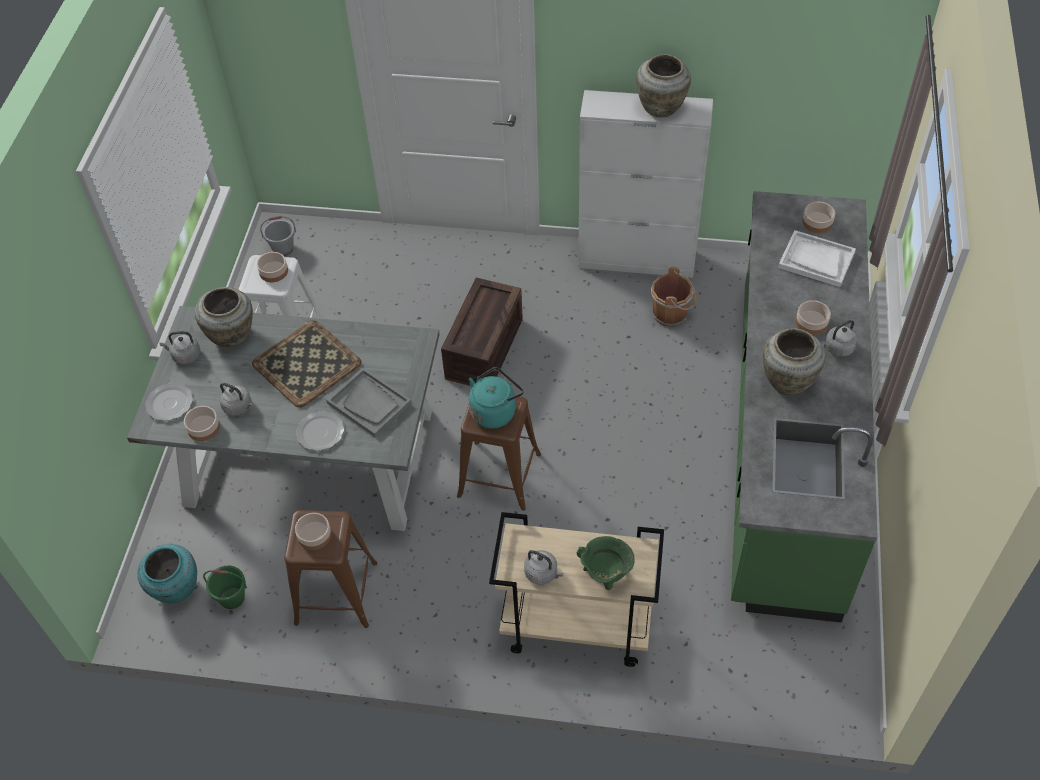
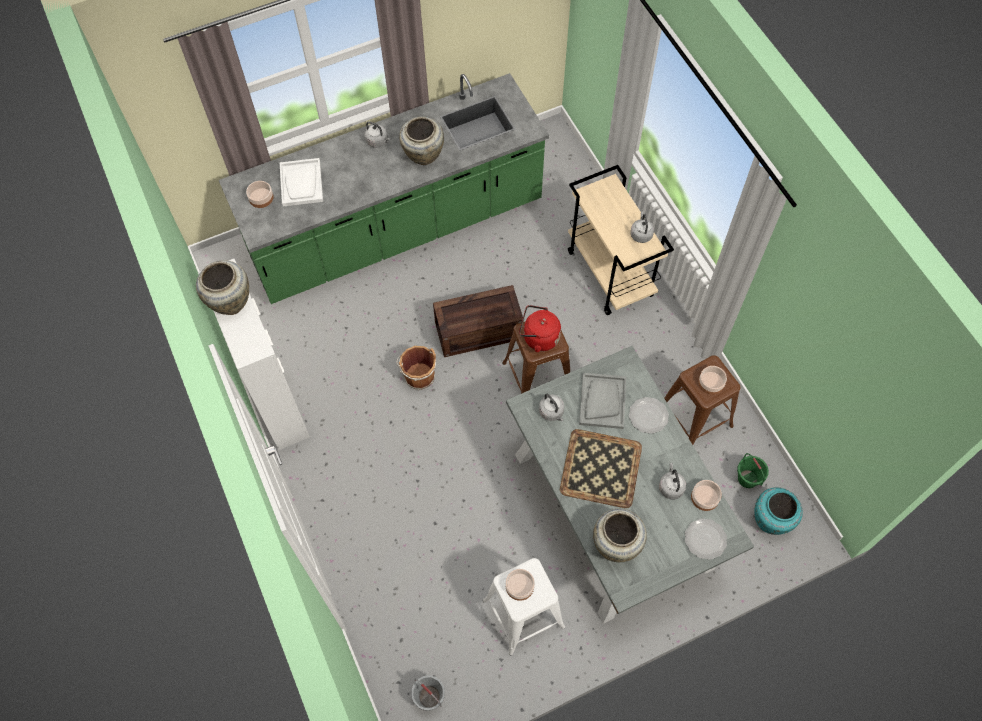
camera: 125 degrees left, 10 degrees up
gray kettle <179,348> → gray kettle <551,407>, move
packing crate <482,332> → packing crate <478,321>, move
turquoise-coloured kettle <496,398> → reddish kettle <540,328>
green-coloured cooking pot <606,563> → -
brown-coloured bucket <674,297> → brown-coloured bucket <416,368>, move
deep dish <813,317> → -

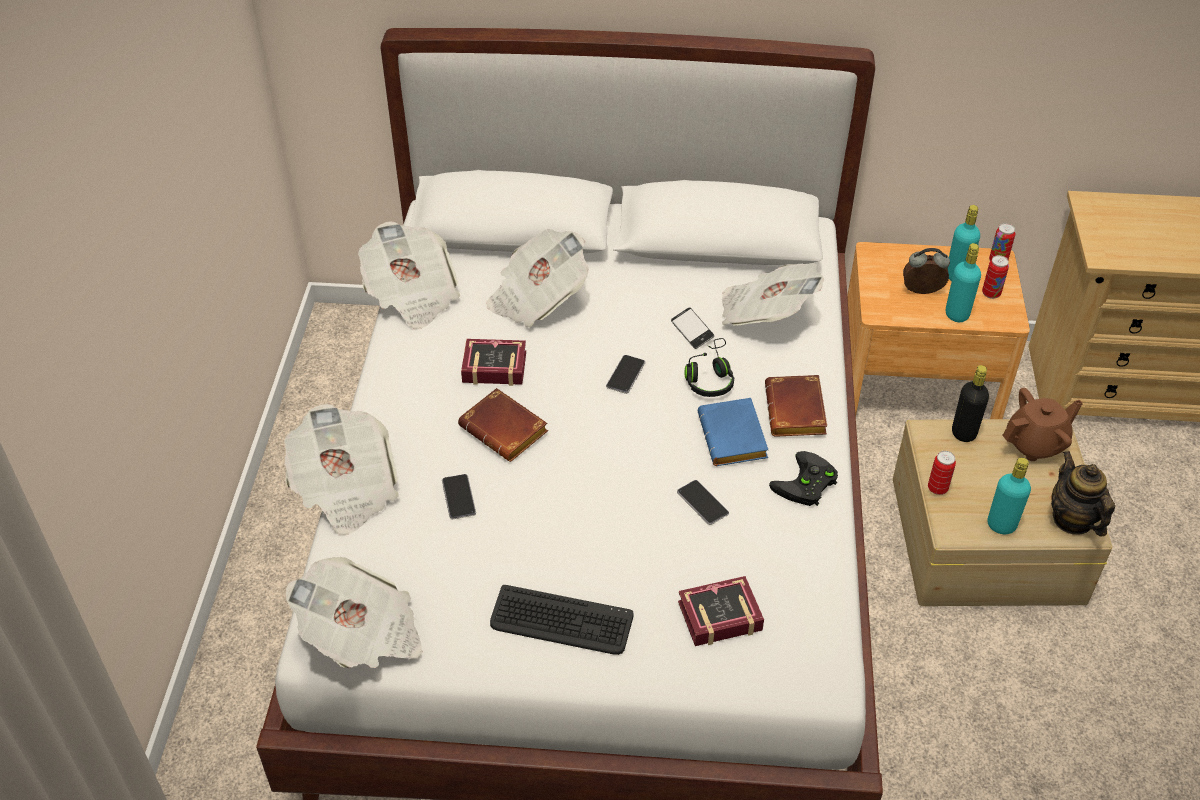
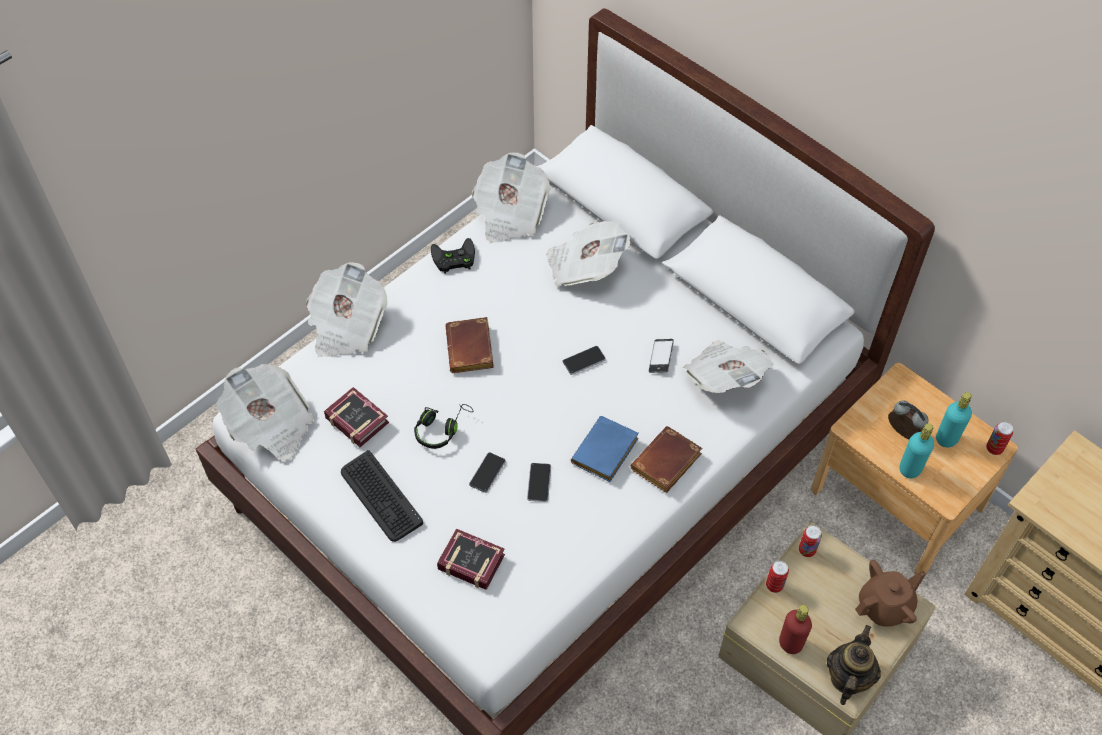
camera: 40 degrees right, 10 degrees up
telephone <459,496> → telephone <487,472>, move
bound book <493,362> → bound book <356,417>, move
blackish headphones <710,367> → blackish headphones <443,426>, move
blackish game controller <803,478> → blackish game controller <453,256>, move
blackish bottle <970,403> → -
sealed can <995,277> → sealed can <810,541>, move
turquoise-coloured bottle <1009,496> → reddish bottle <795,629>
brown-coloured pot for tea <1043,424> → brown-coloured pot for tea <890,593>, 45 degrees counterclockwise

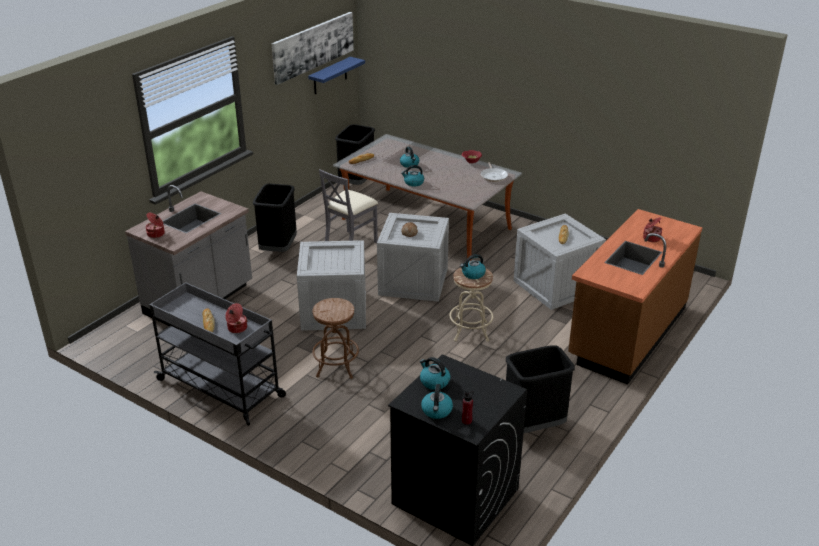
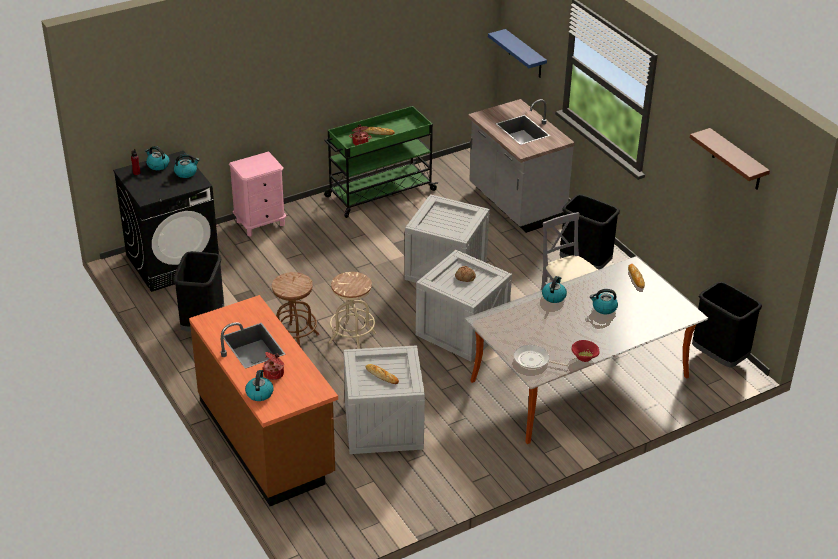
camera: 115 degrees right, 5 degrees up
cooking pot <155,225> → -
gray cart <218,354> → green-coloured cart <381,162>
wall art <313,48> → brown-coloured shelf <730,159>
blue-coloured shelf <336,75> → blue-coloured shelf <517,53>, move
brown-coloured stool <335,338> → brown-coloured stool <295,309>, move
kettle <473,266> → kettle <259,385>, move
- → pinkish bedside table <257,194>

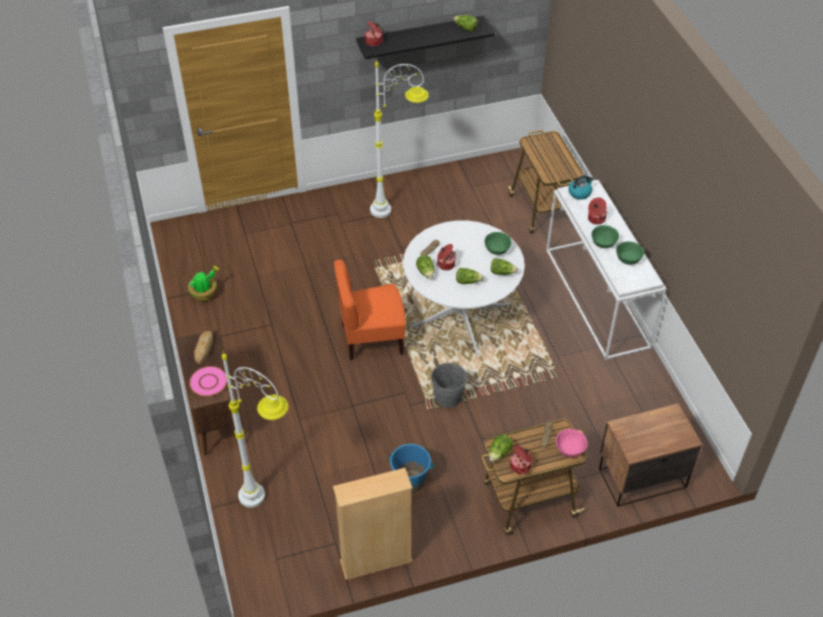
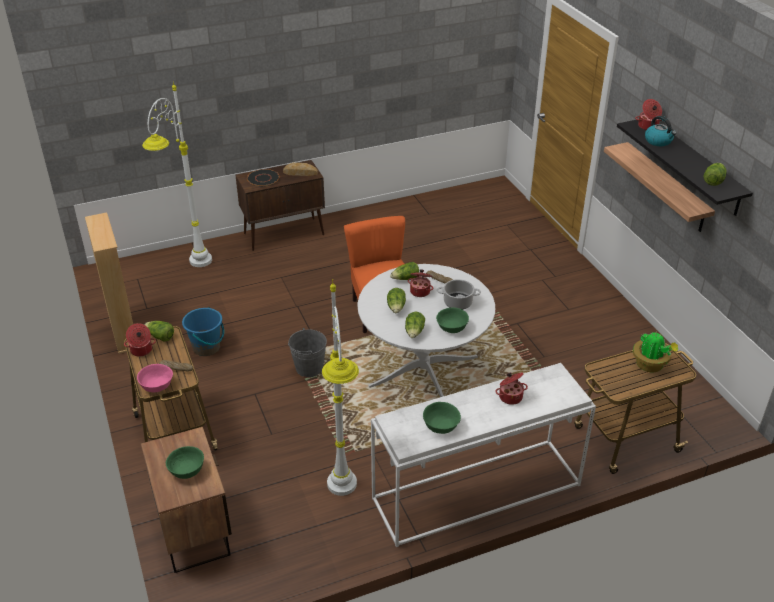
camera: 85 degrees right, 10 degrees down
potted plant <203,283> → potted plant <655,351>, move
pinkish plate <208,381> → blackish plate <263,177>
whitish standard lamp <399,138> → whitish standard lamp <340,387>, move
kettle <581,187> → kettle <660,131>, move
green-coloured deep dish <605,236> → green-coloured deep dish <185,462>, move
- → cooking pot <459,294>
- → shelf <659,187>

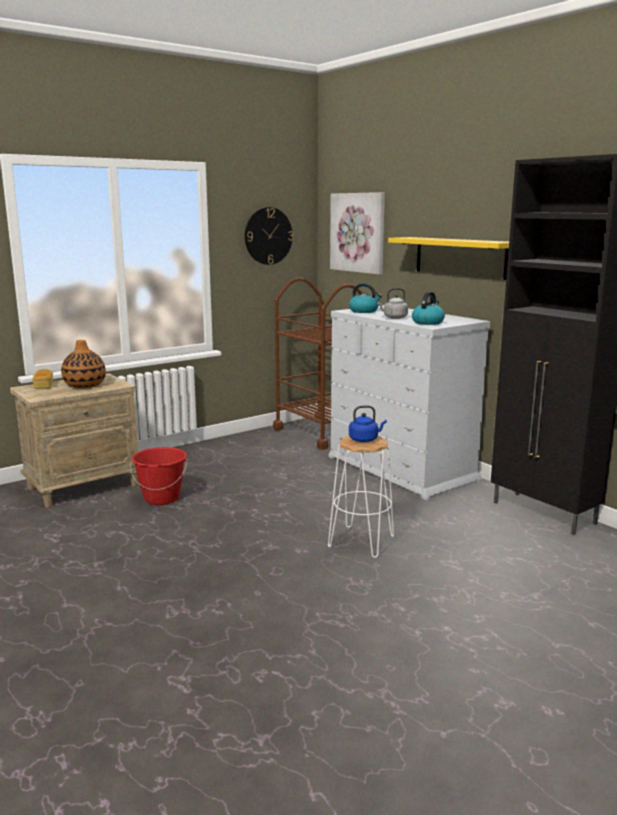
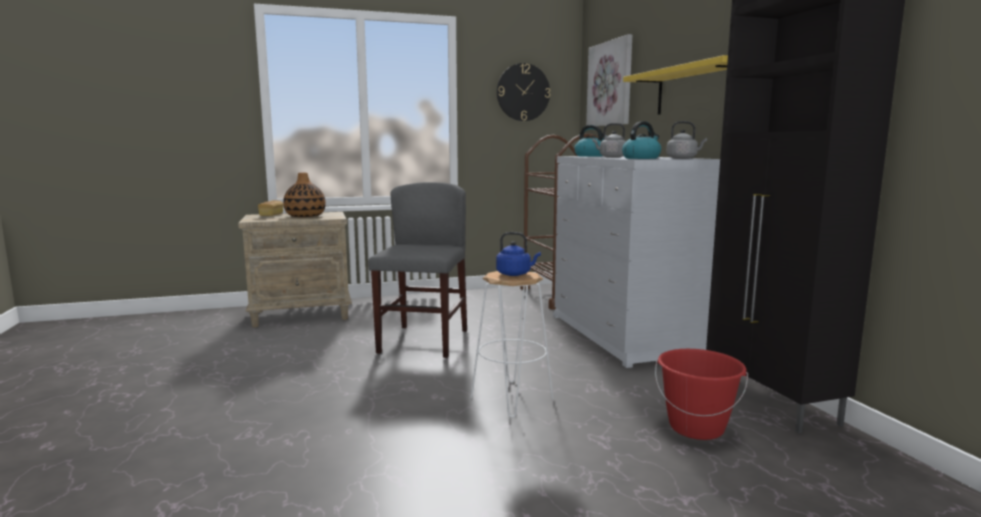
camera: 20 degrees right, 5 degrees down
reddish bucket <158,476> → reddish bucket <701,394>, move
- → gray chair <417,270>
- → gray kettle <686,140>

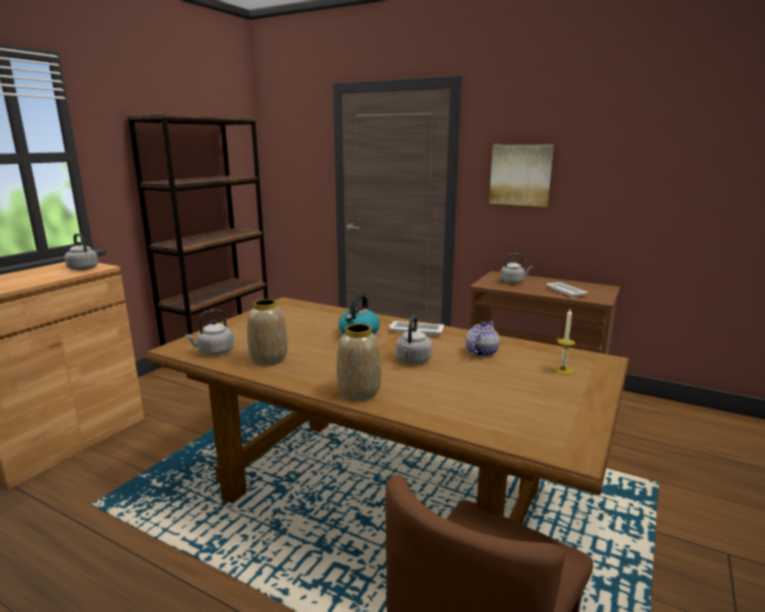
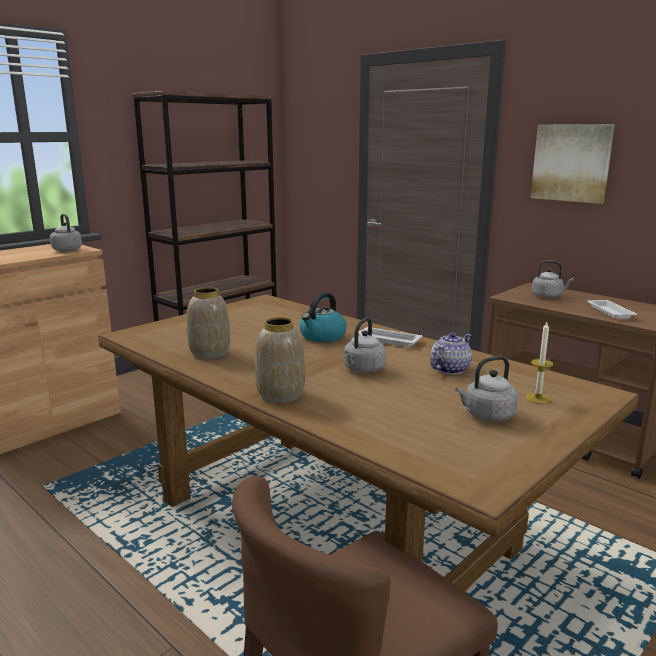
camera: 15 degrees right, 0 degrees up
gray kettle <209,332> → gray kettle <486,389>, move

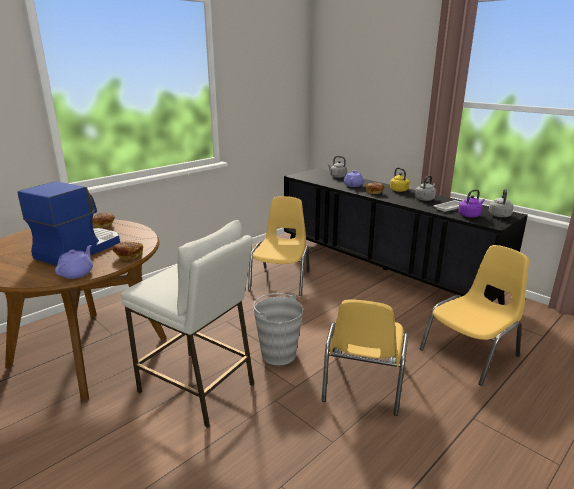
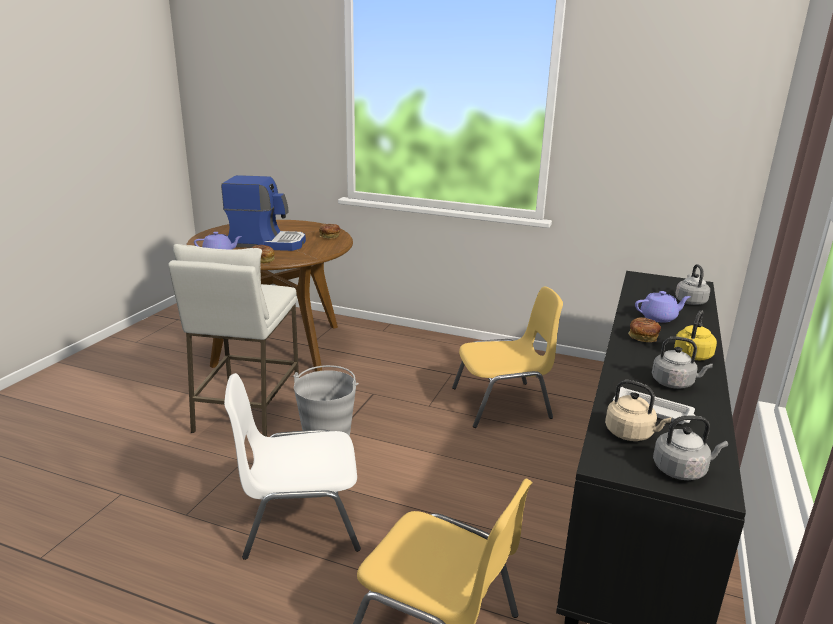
camera: 65 degrees right, 0 degrees up
yellowish chair <365,357> → whitish chair <292,466>
purple-coloured kettle <471,203> → beige kettle <638,410>

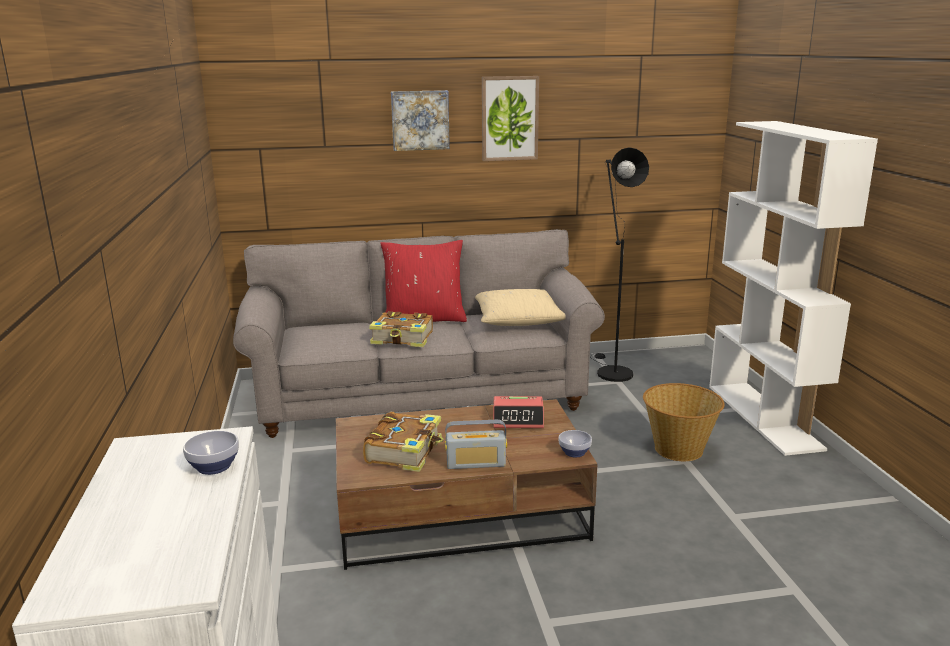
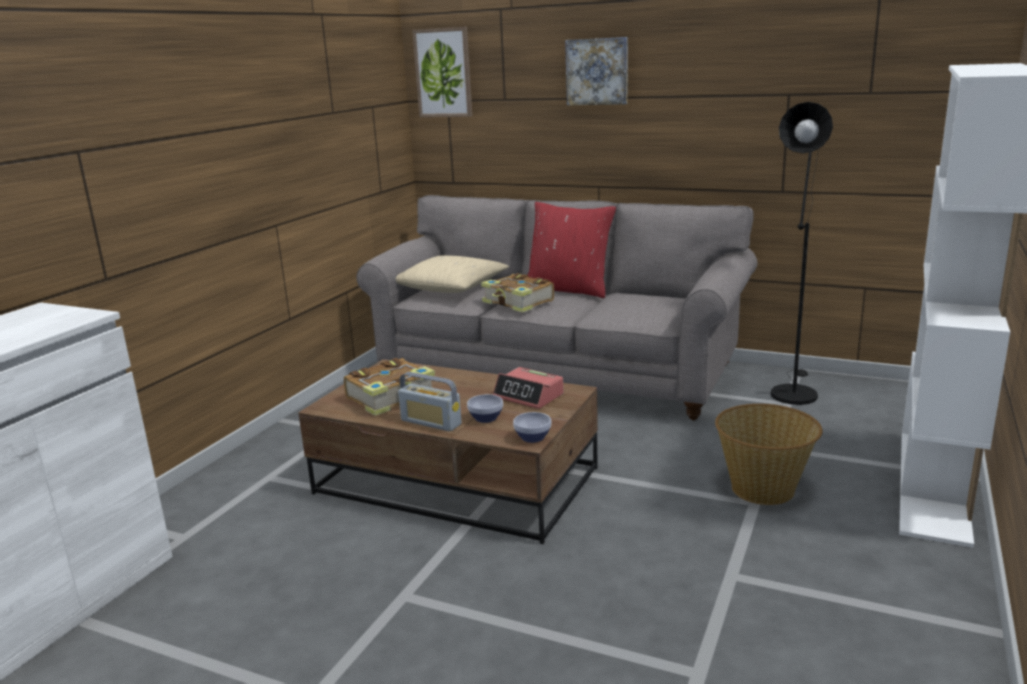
camera: 35 degrees right, 0 degrees up
deep dish <211,453> → deep dish <485,408>, move
beige throw pillow <520,307> → beige throw pillow <452,274>, move
wall art <510,118> → wall art <442,72>, move

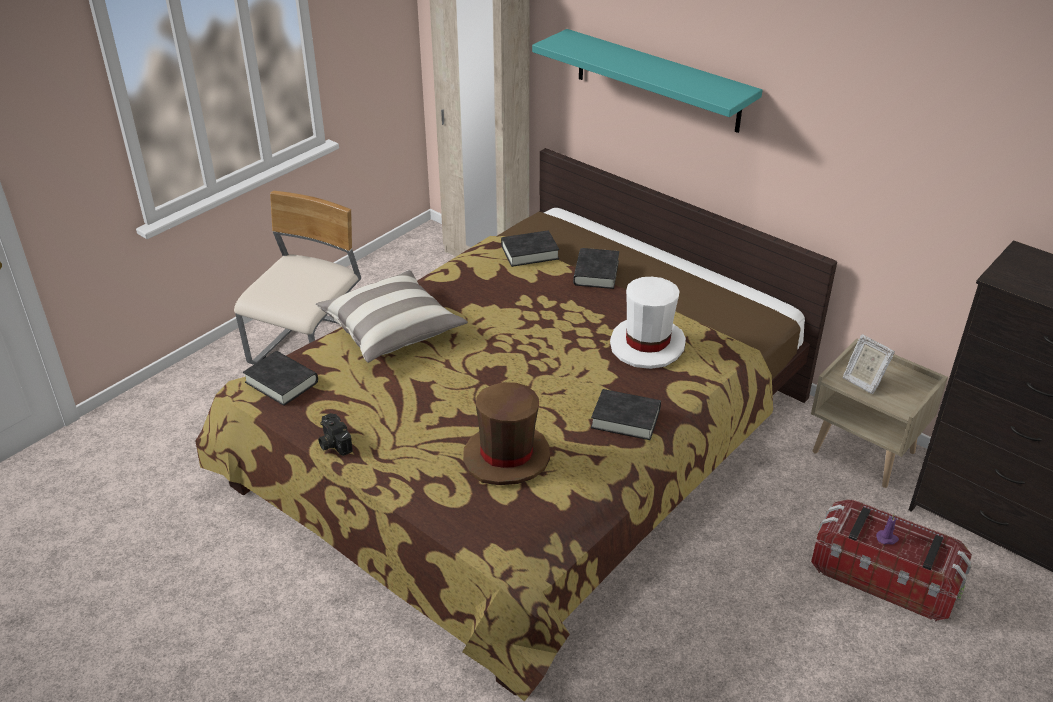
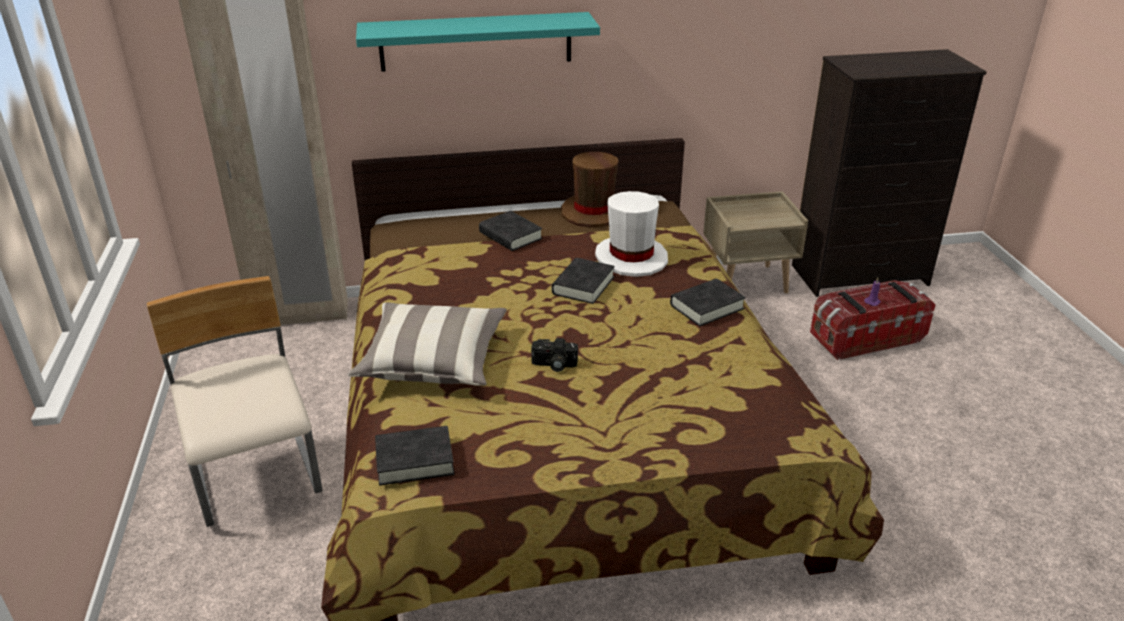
camera: 50 degrees left, 5 degrees down
photo camera <335,434> → photo camera <554,355>, move
brown-coloured wearable hat <506,433> → brown-coloured wearable hat <590,189>, move
blackish bound book <530,248> → blackish bound book <583,281>, move
photo frame <869,364> → -

